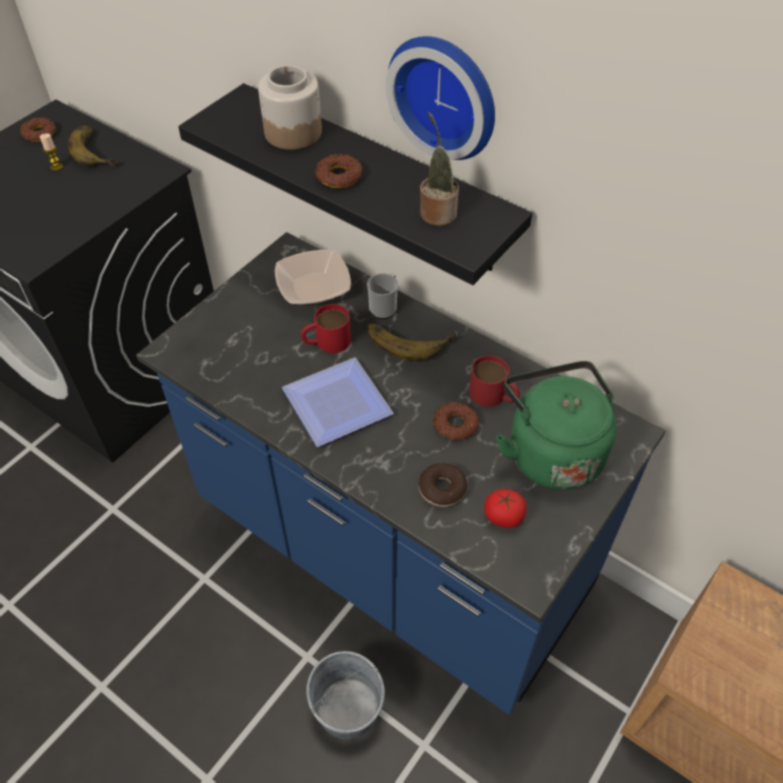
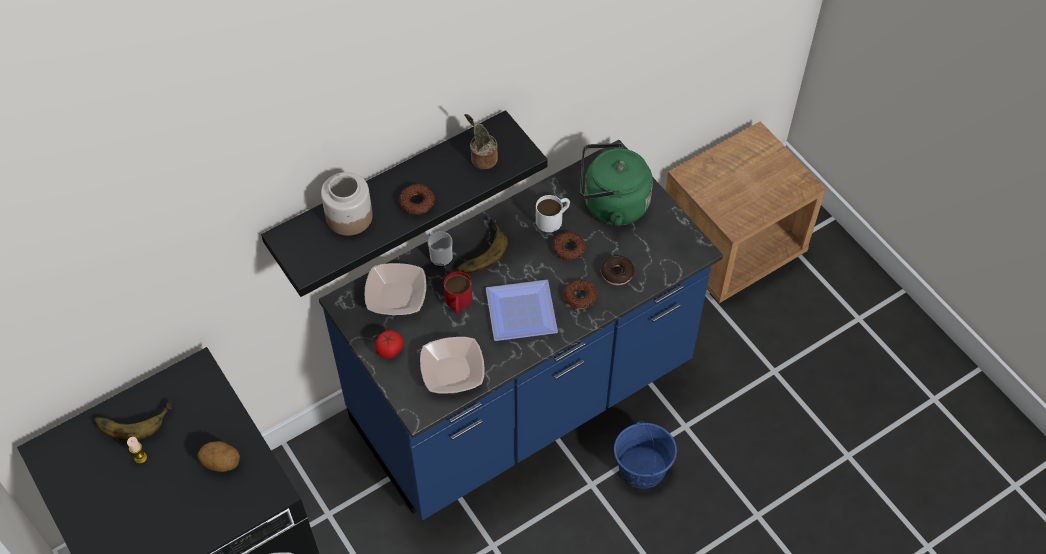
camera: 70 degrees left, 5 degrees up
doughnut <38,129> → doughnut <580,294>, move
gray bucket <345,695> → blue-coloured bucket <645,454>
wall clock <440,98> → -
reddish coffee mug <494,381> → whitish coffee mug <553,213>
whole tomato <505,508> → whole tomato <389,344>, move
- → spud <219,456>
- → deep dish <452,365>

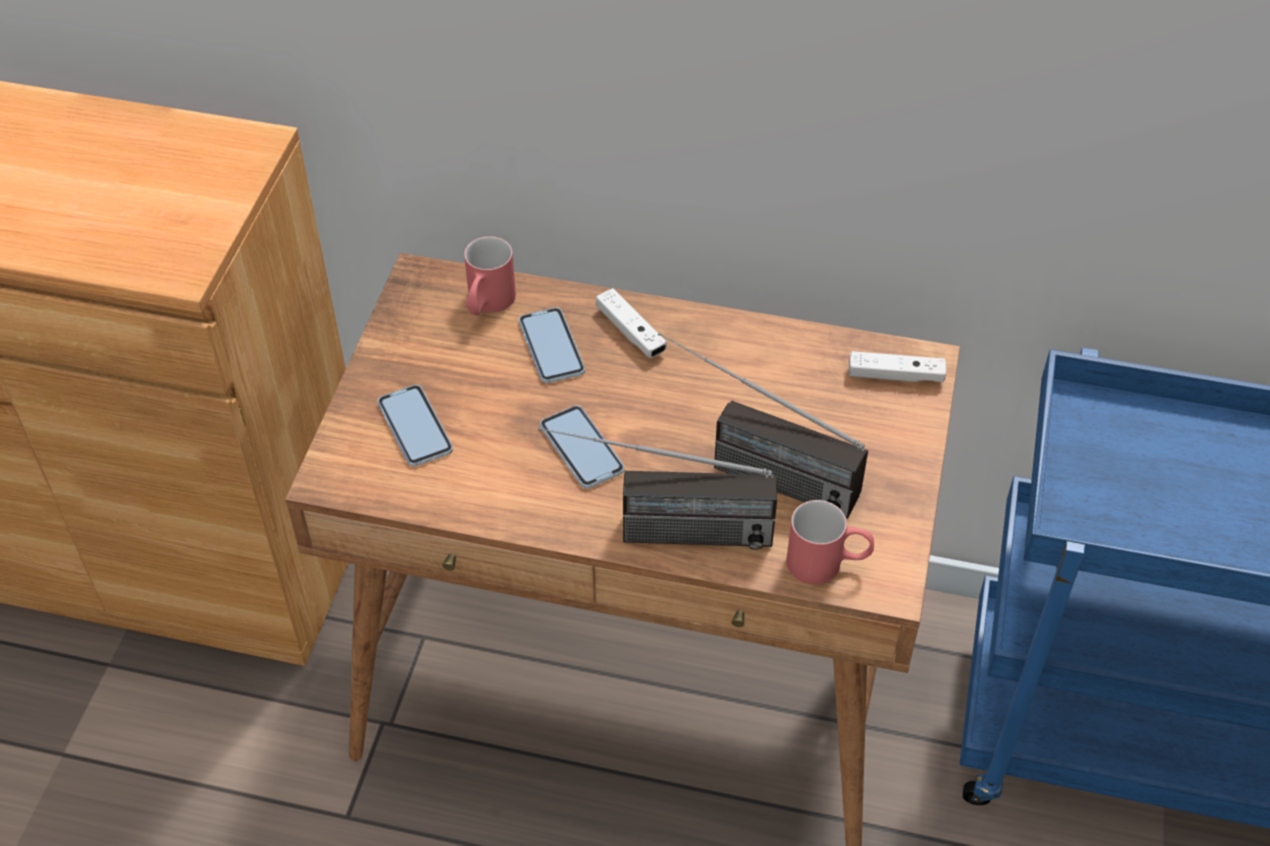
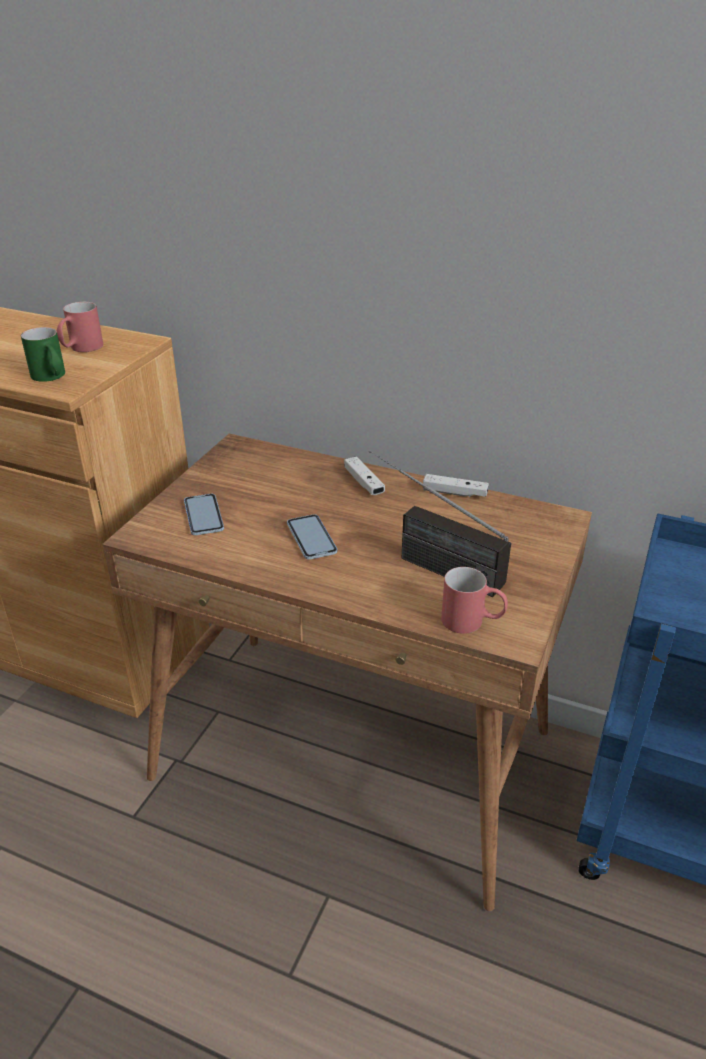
camera: 10 degrees right, 15 degrees down
reddish coffee mug <490,275> → reddish coffee mug <80,327>, move
telephone <552,345> → -
radio set <657,488> → -
whitish game controller <897,366> → whitish game controller <456,485>, move
- → green-coloured coffee mug <43,354>

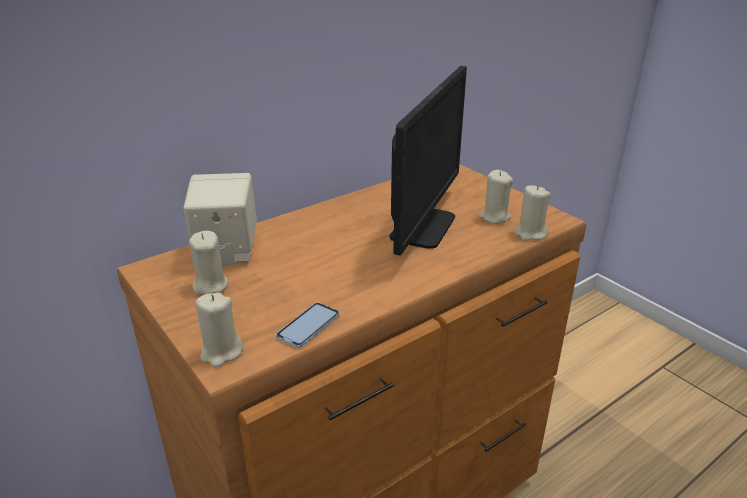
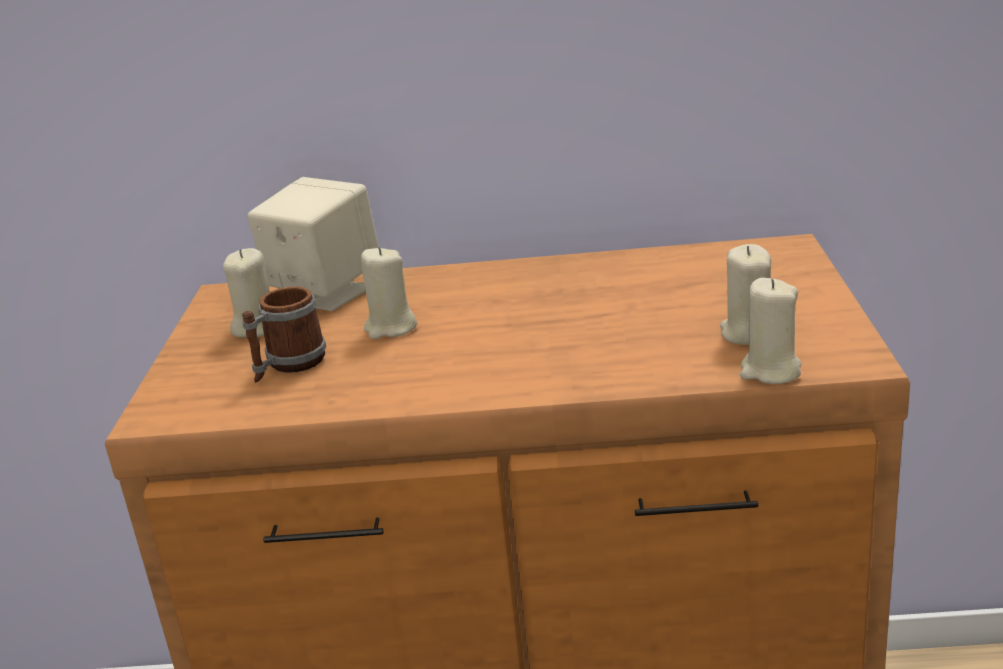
camera: 40 degrees right, 5 degrees down
beige wax candle <219,330> → beige wax candle <389,293>, move
telephone <308,325> → -
computer display <428,161> → -
- → coffee mug <284,334>

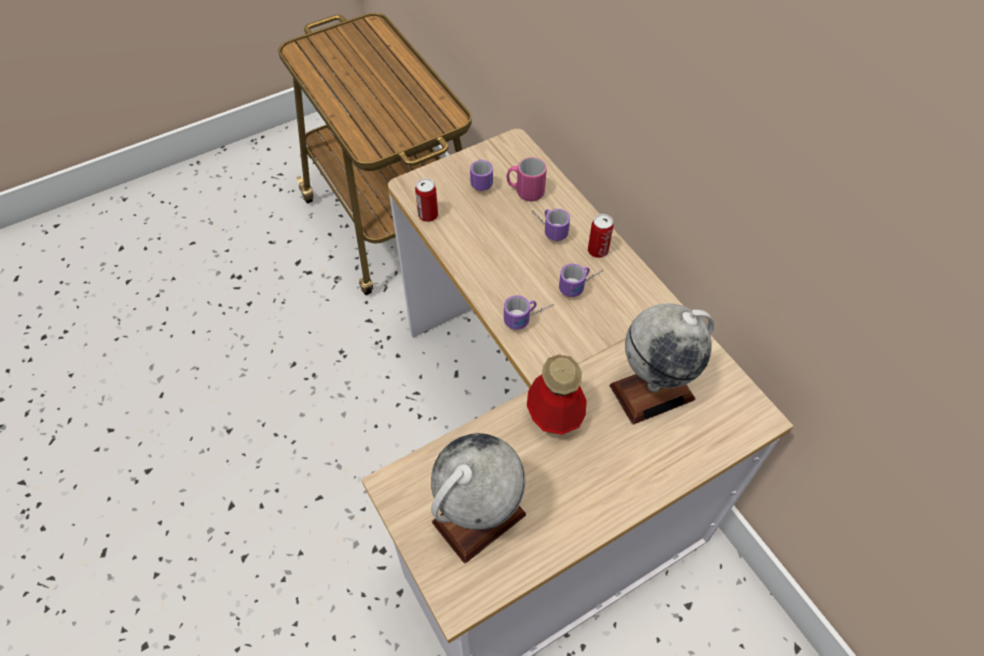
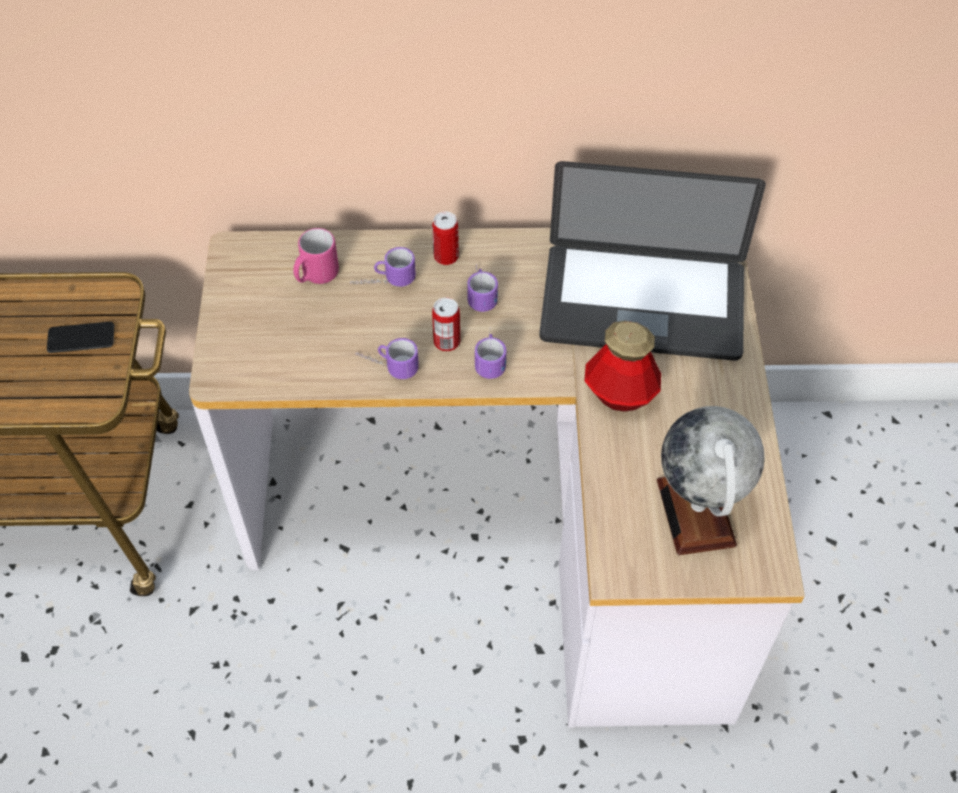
camera: 60 degrees left, 0 degrees up
sealed can <426,200> → sealed can <446,324>, move
coffee mug <481,175> → coffee mug <387,358>, move
world globe <662,364> → notebook computer <652,261>
- → telephone <80,337>

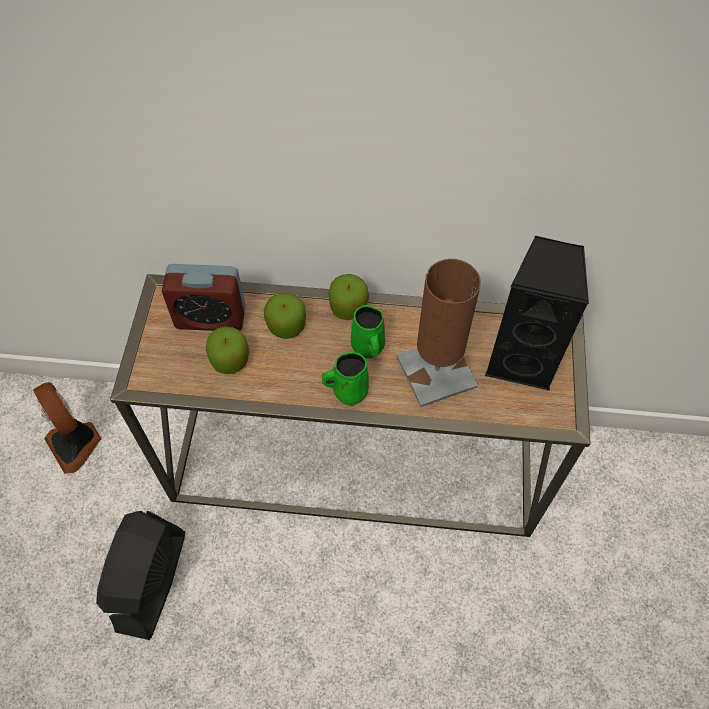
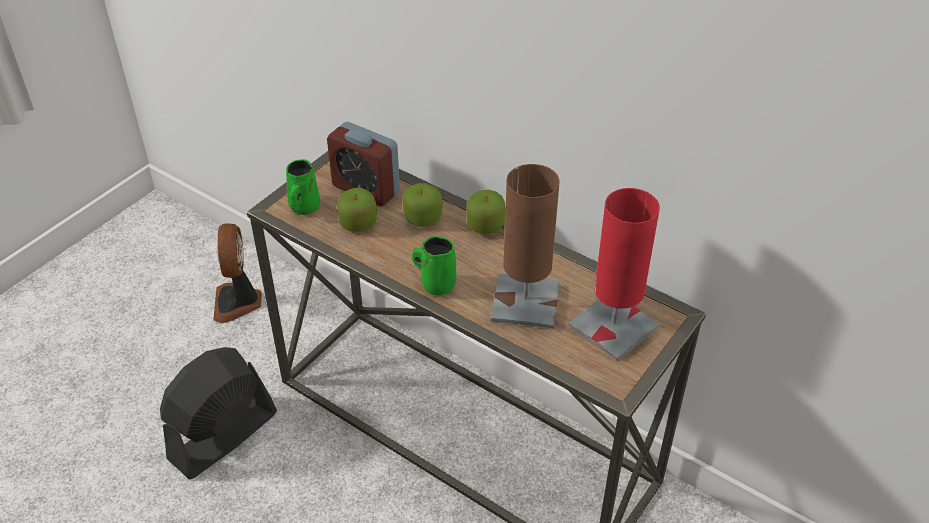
camera: 30 degrees right, 15 degrees down
green-coloured coffee mug <368,331> → green-coloured coffee mug <303,187>, move
blackish speaker <537,313> → reddish tabletop lamp <614,274>

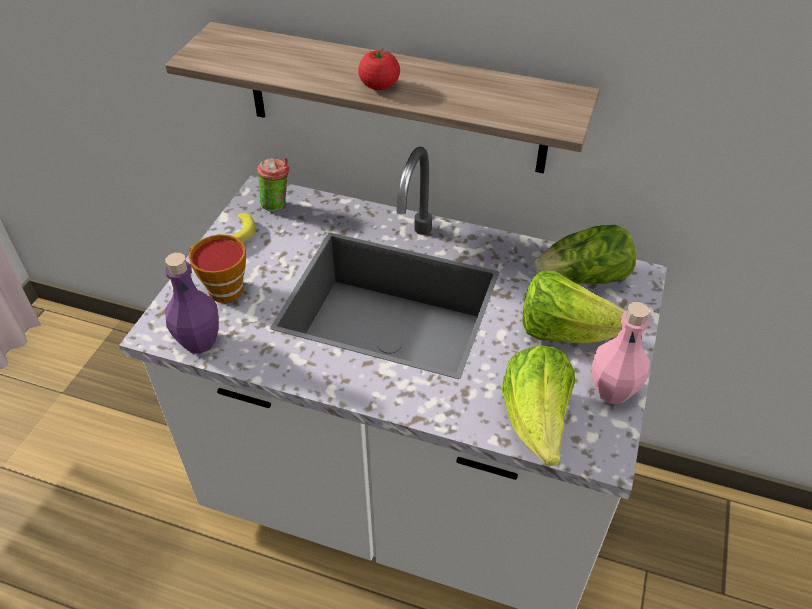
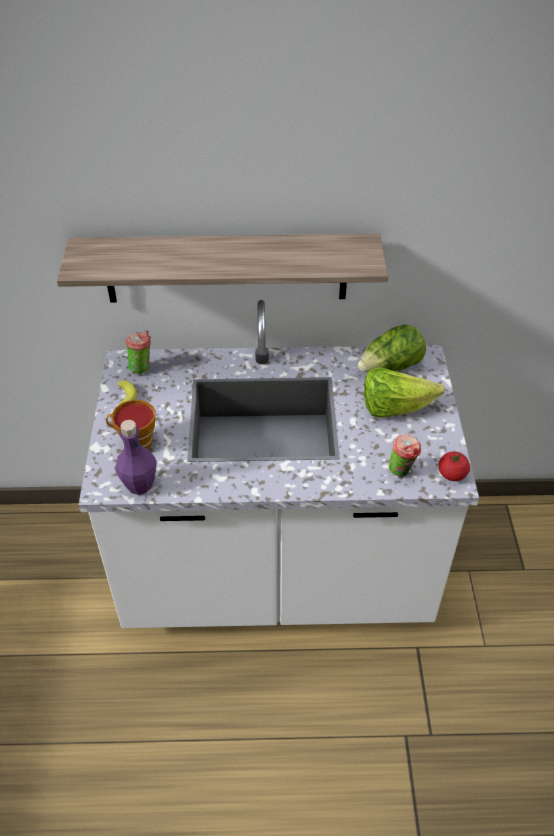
camera: 20 degrees left, 0 degrees up
whole tomato <379,69> → whole tomato <454,466>, move
lettuce head <538,405> → drinking cup <405,455>
pinkish bottle <621,353> → -

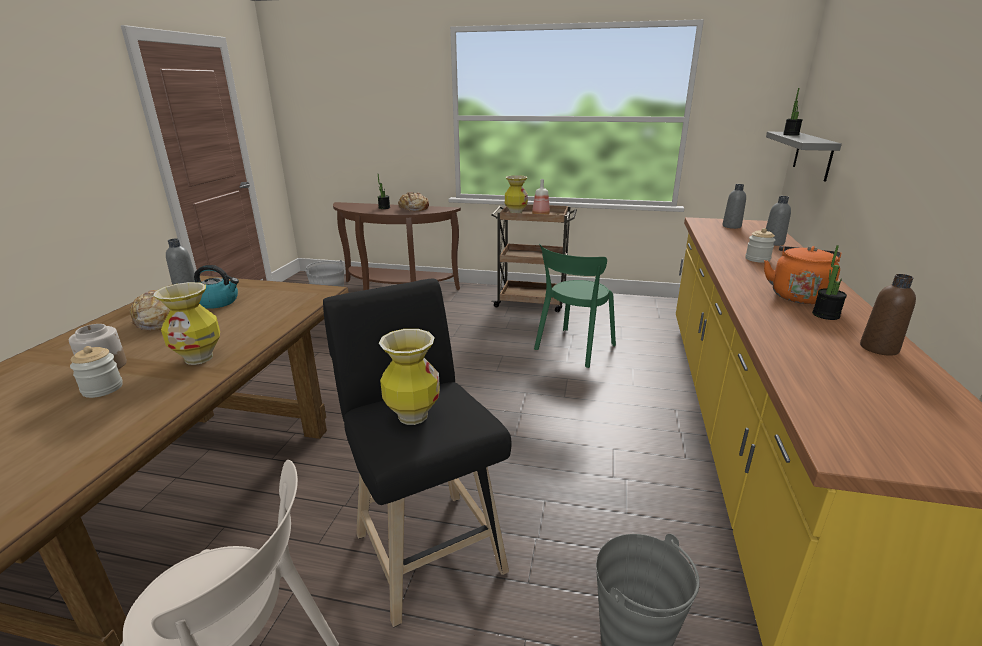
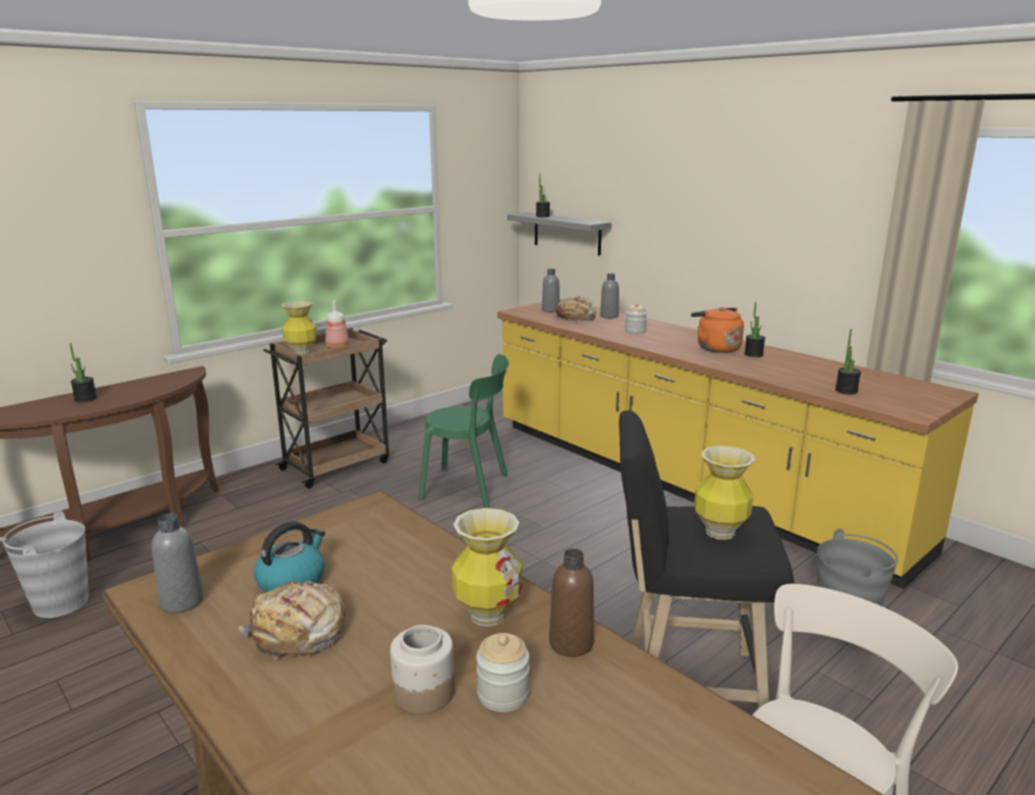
camera: 55 degrees left, 5 degrees down
baked bread <413,201> → baked bread <574,308>, move
green-coloured chair <575,306> → green-coloured chair <463,431>, 60 degrees counterclockwise
brown-coloured bottle <888,315> → brown-coloured bottle <571,603>, move
- → potted plant <848,361>

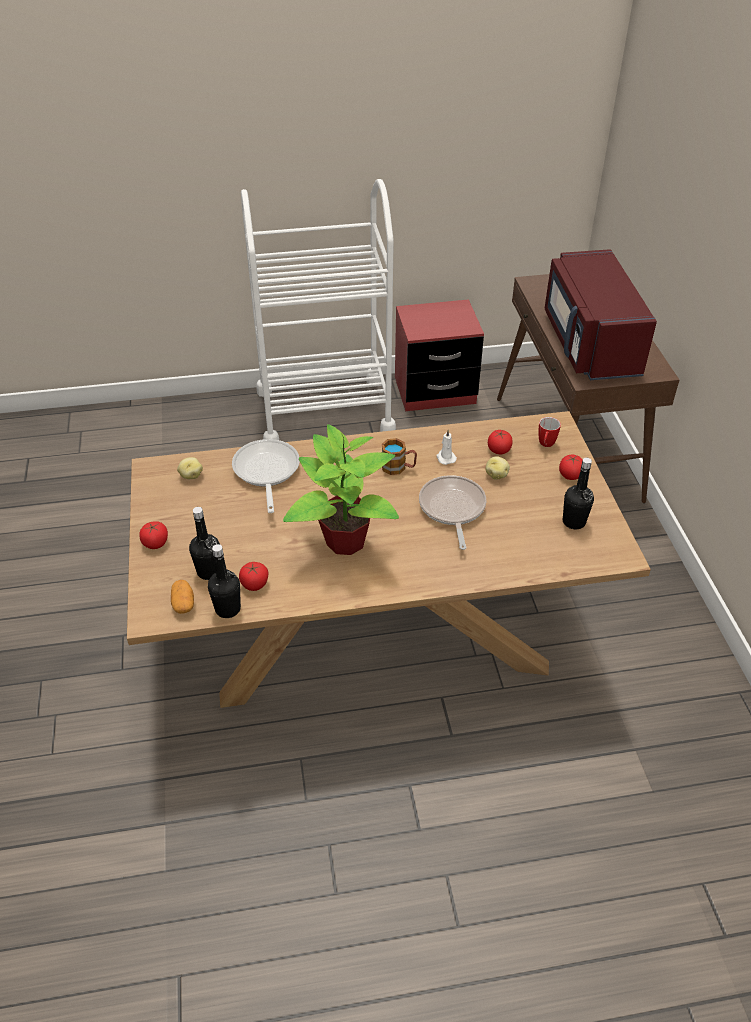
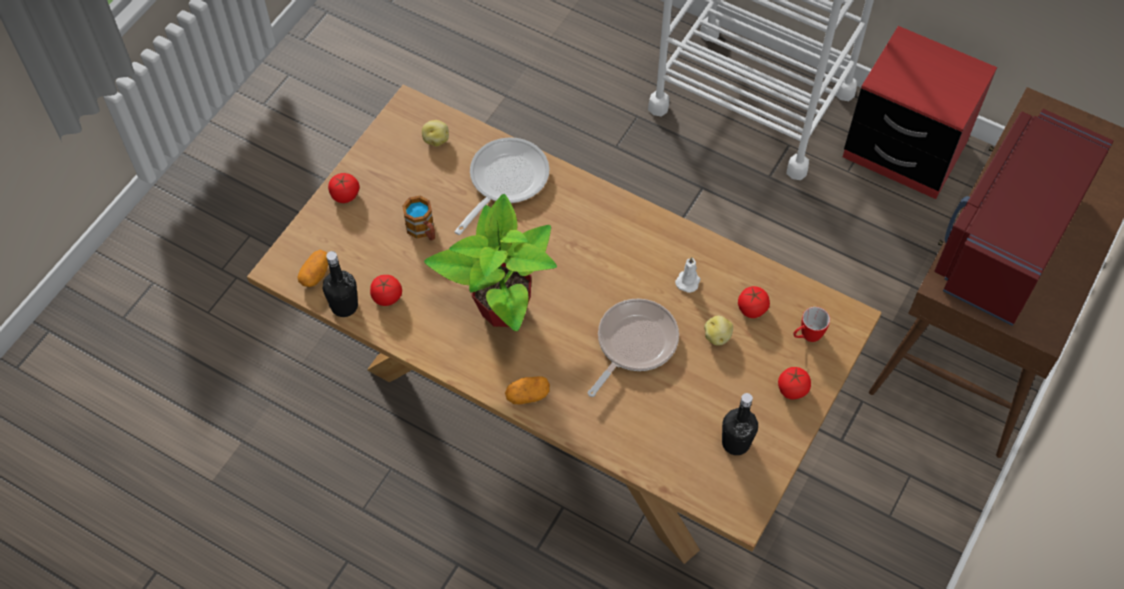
camera: 40 degrees right, 15 degrees up
blackish bottle <204,543> → -
coffee mug <399,456> → coffee mug <418,218>, move
- → spud <527,390>

